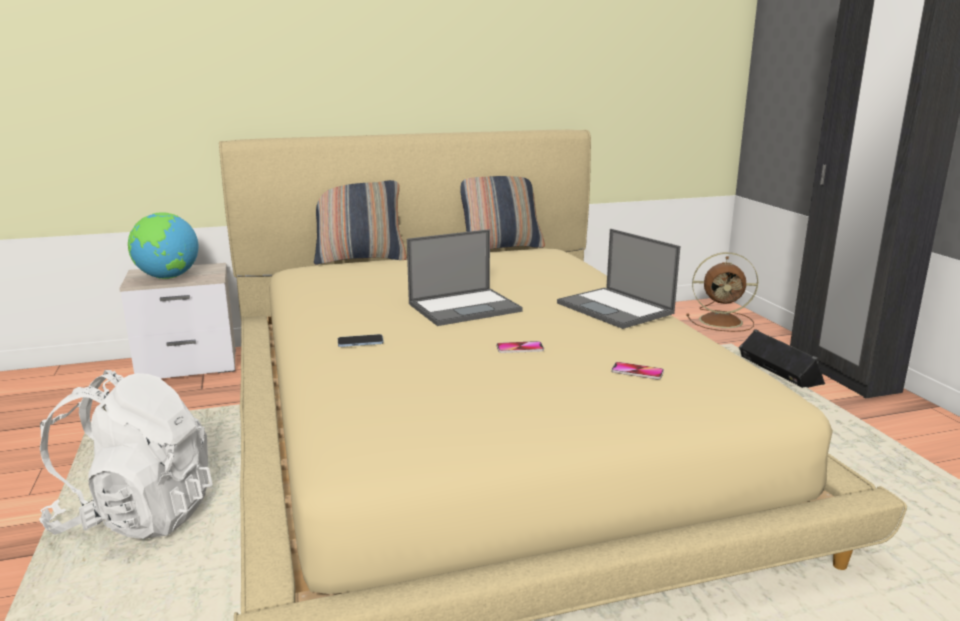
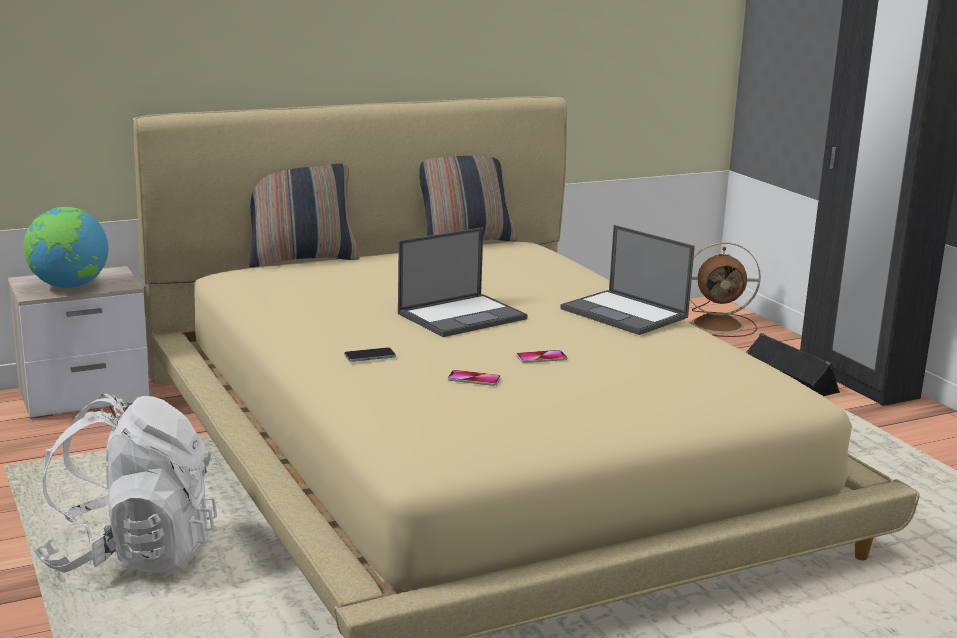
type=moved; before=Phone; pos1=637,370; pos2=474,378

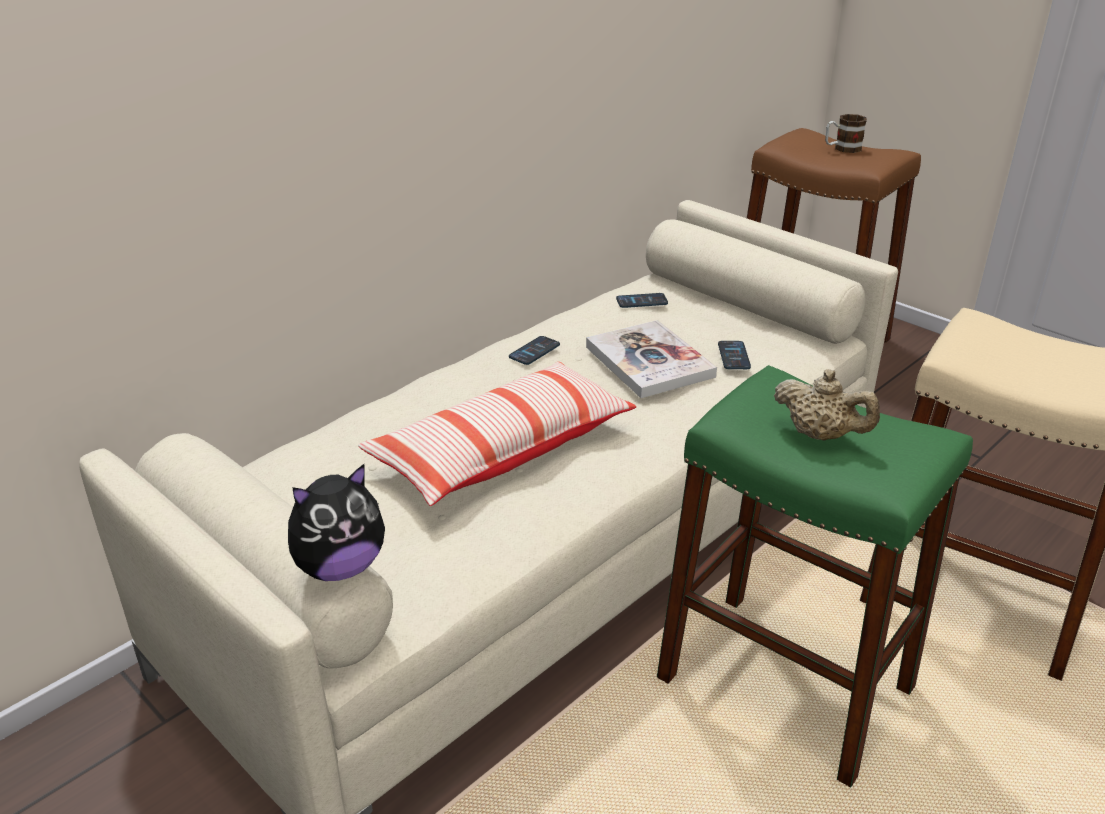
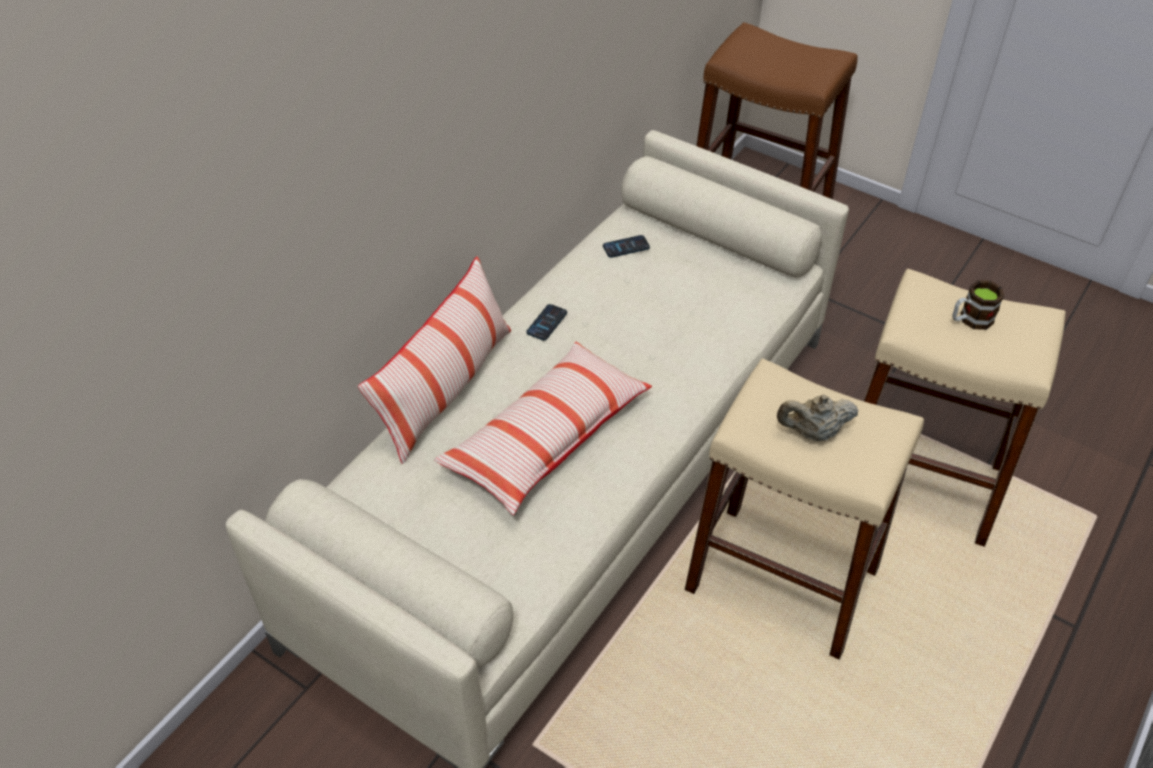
type=removed; before=PlushToy; pos1=336,522
type=removed; before=Book; pos1=651,359
type=recoloured; before=GreenStool; after=BeigeStool; pos1=815,576; pos2=804,509
type=removed; before=Phone; pos1=734,355
type=turned; before=BeigeTeapot; pos1=827,405; pos2=818,417; turn=150
type=moved; before=Mug; pos1=846,133; pos2=978,305
type=added; after=Pillow; pos2=434,360

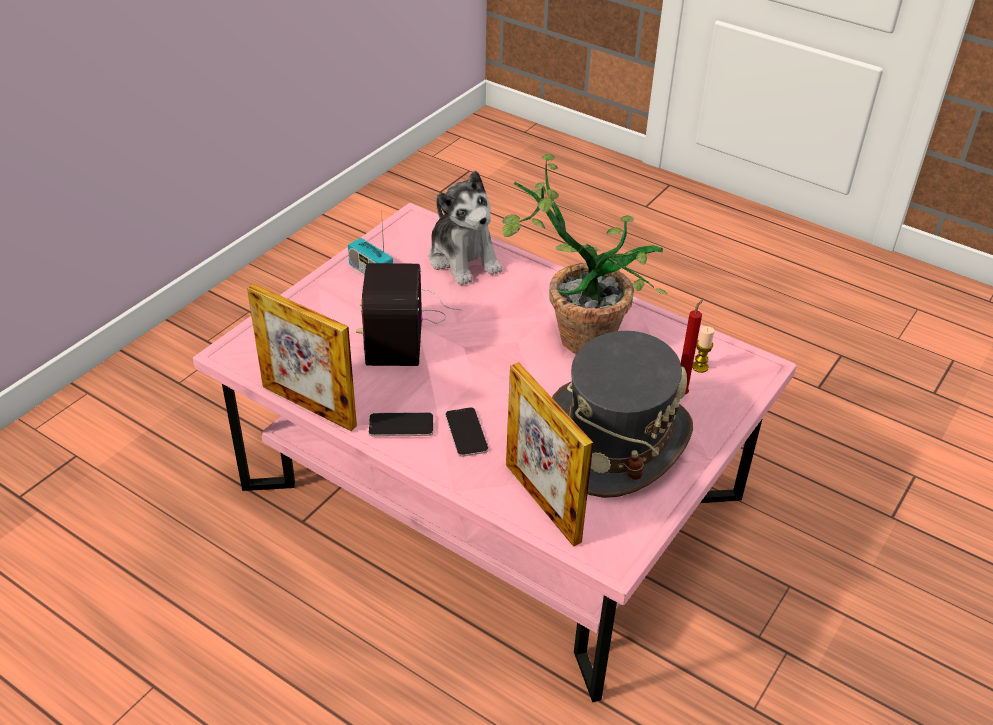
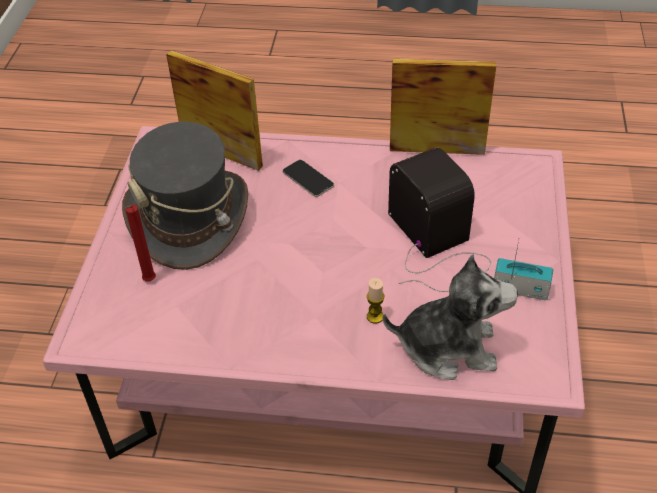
type=removed; before=Phone; pos1=400,424
type=turned; before=PlushToy; pos1=465,227; pos2=450,317; turn=150
type=removed; before=PottedPlant; pos1=584,254
type=moved; before=Candle; pos1=703,349; pos2=376,300

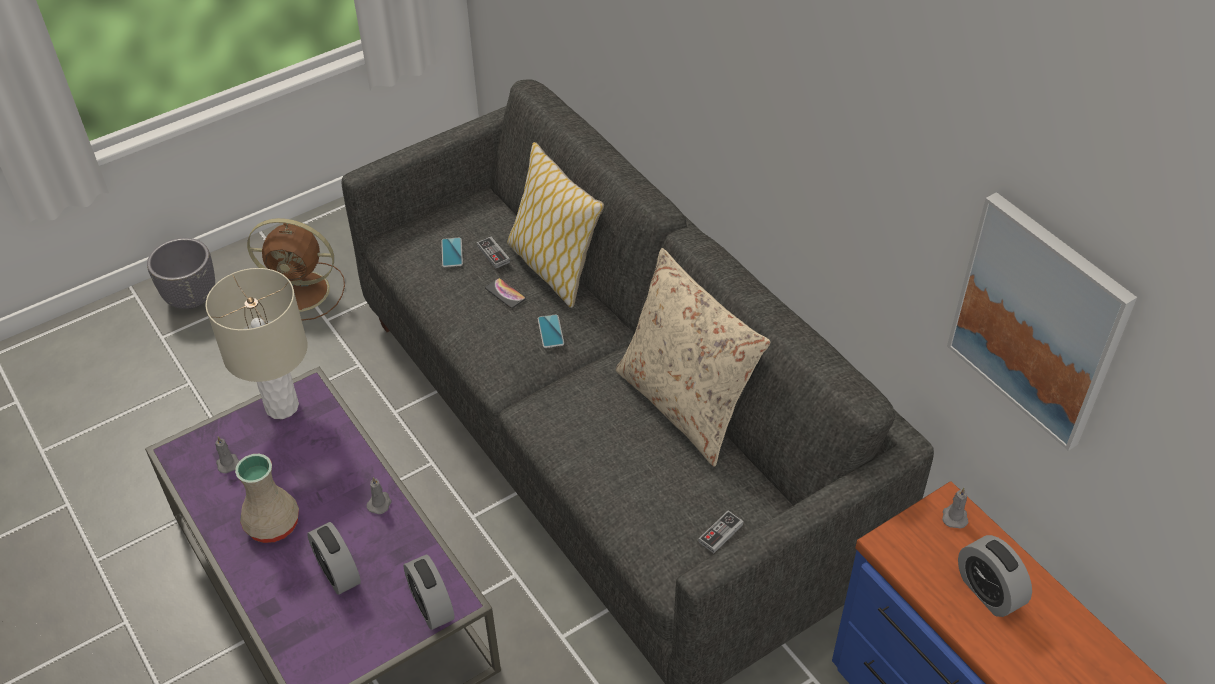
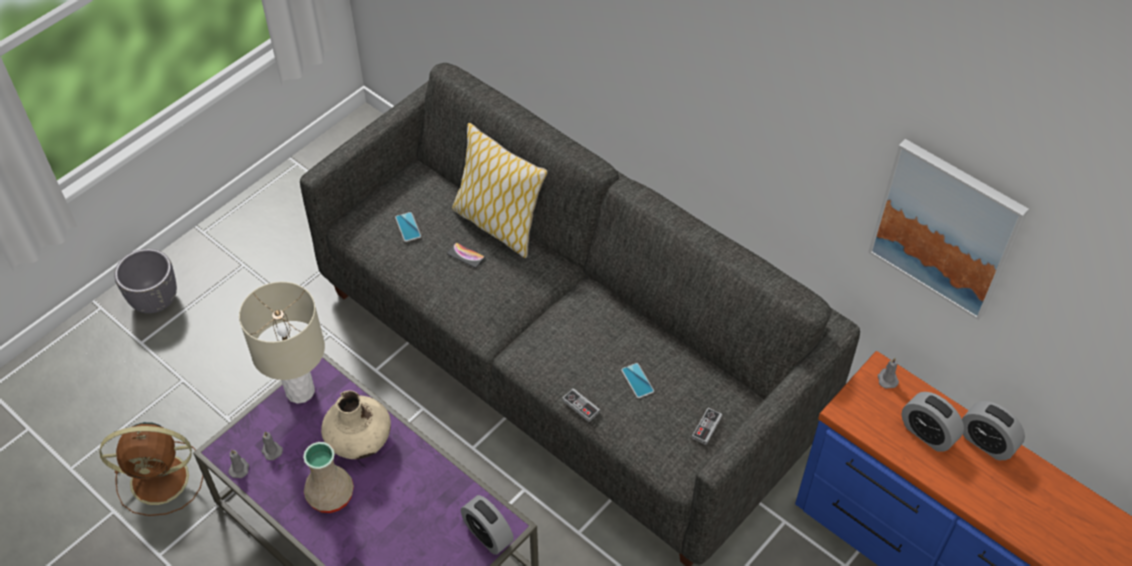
type=moved; before=BrownFan; pos1=296,269; pos2=151,469
type=moved; before=AlarmClock; pos1=334,558; pos2=993,430
type=moved; before=GreyCandle; pos1=379,495; pos2=238,464
type=moved; before=GameController; pos1=493,253; pos2=581,405
type=moved; before=Phone; pos1=551,331; pos2=637,380
type=removed; before=BeigePillow; pos1=693,357
type=added; after=BeigeVase; pos2=356,425

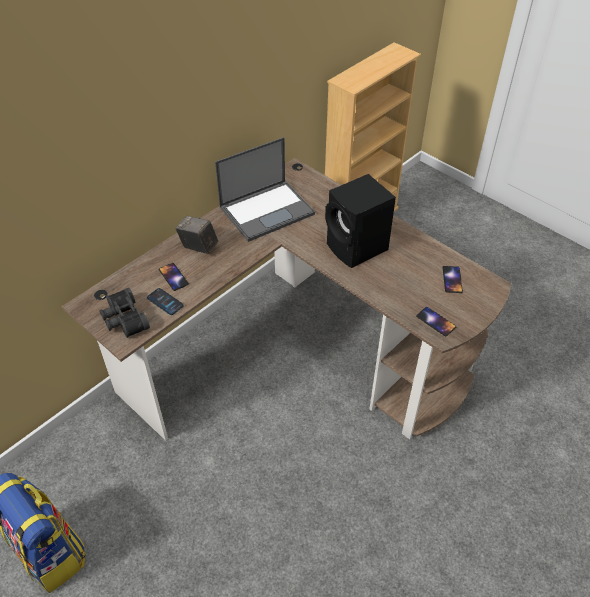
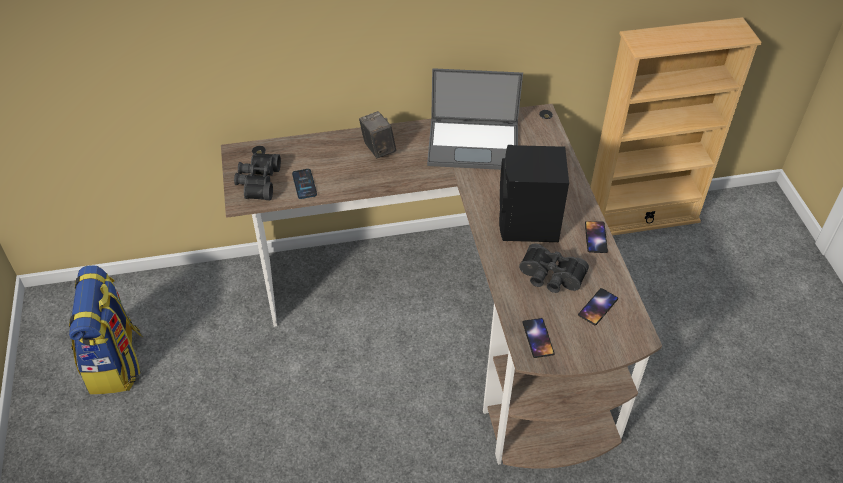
type=moved; before=Phone; pos1=174,277; pos2=596,237
type=added; after=BlackBinoculars; pos2=554,268

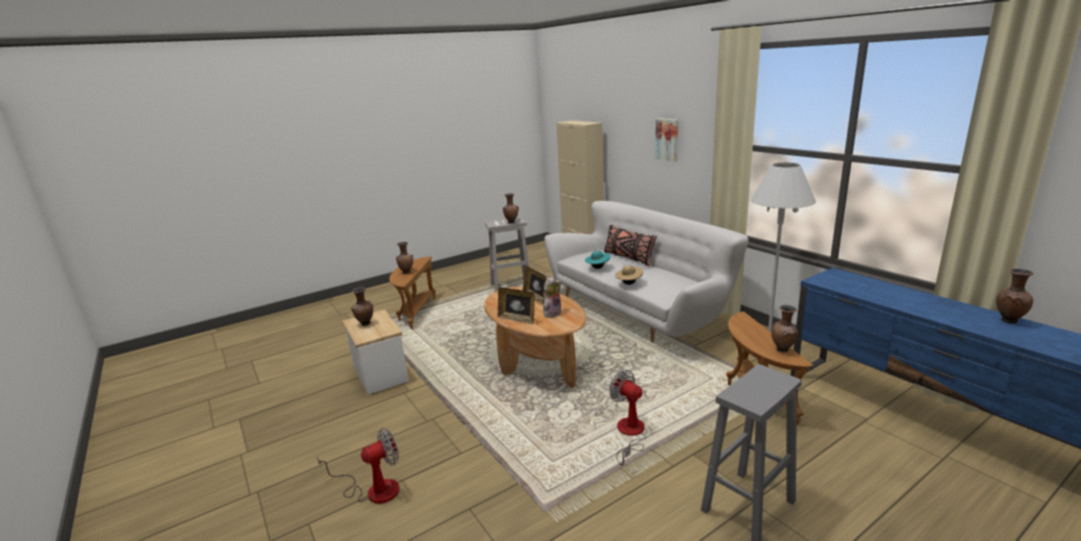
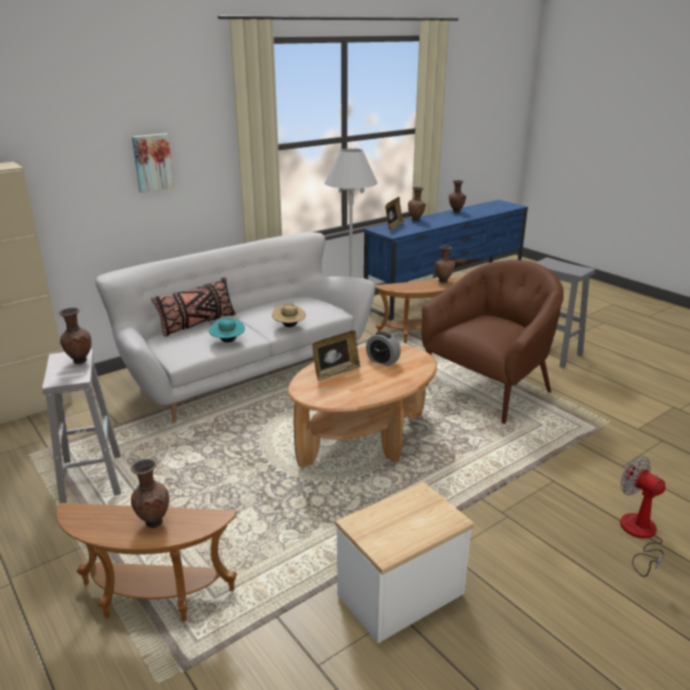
type=moved; before=BrownVase; pos1=362,306; pos2=417,204
type=moved; before=PictureFrame; pos1=516,306; pos2=394,214
type=replaced; before=PlushToy; after=AlarmClock; pos1=552,297; pos2=383,348
type=replaced; before=Fan; after=BrownArmchair; pos1=628,418; pos2=493,342

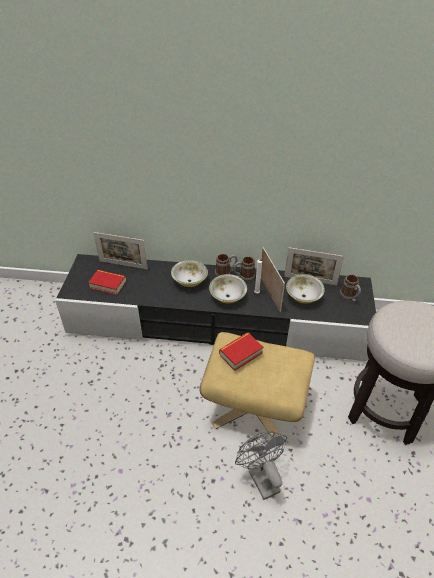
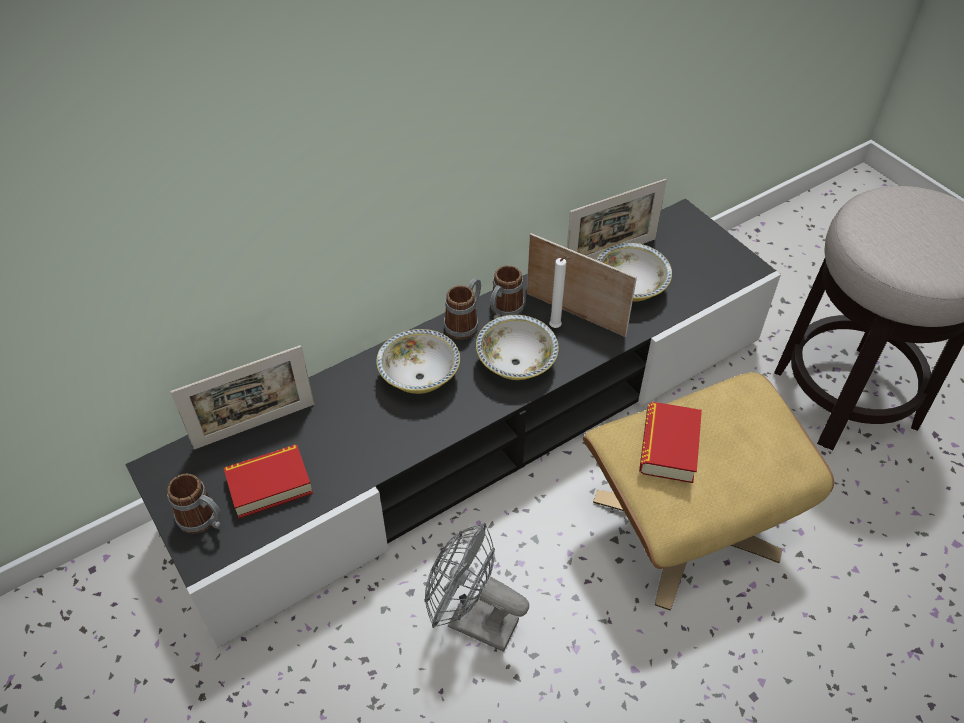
type=moved; before=GreyFan; pos1=261,465; pos2=476,587
type=moved; before=Mug; pos1=350,288; pos2=194,503

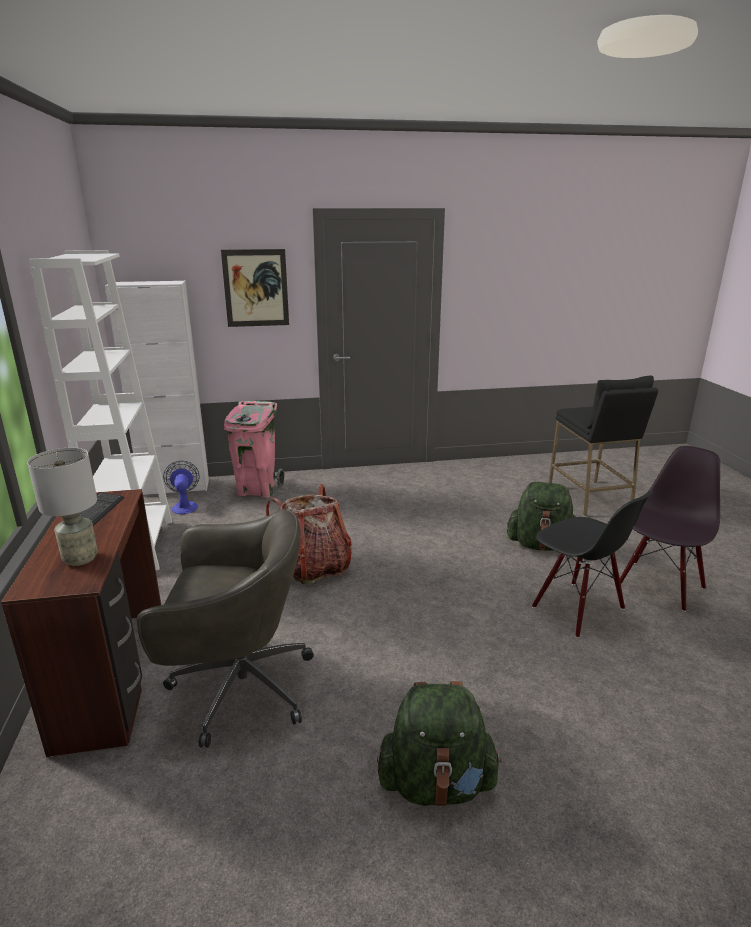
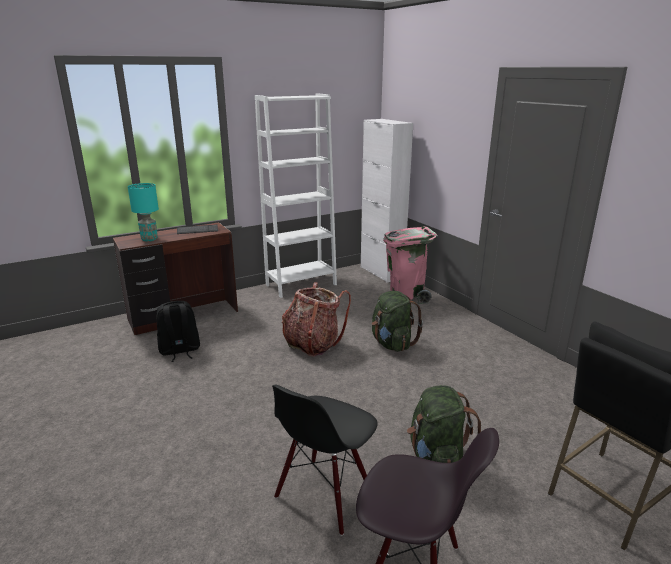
type=recoloured; before=GreyTableLamp; after=TurquoiseTableLamp; pos1=62,507; pos2=143,212
type=replaced; before=GreyOfficeChair; after=BlackBackpack; pos1=225,628; pos2=178,331
type=removed; before=Fan; pos1=181,487
type=removed; before=Picture; pos1=255,288
type=moved; before=GreenBackpack; pos1=439,744; pos2=397,321

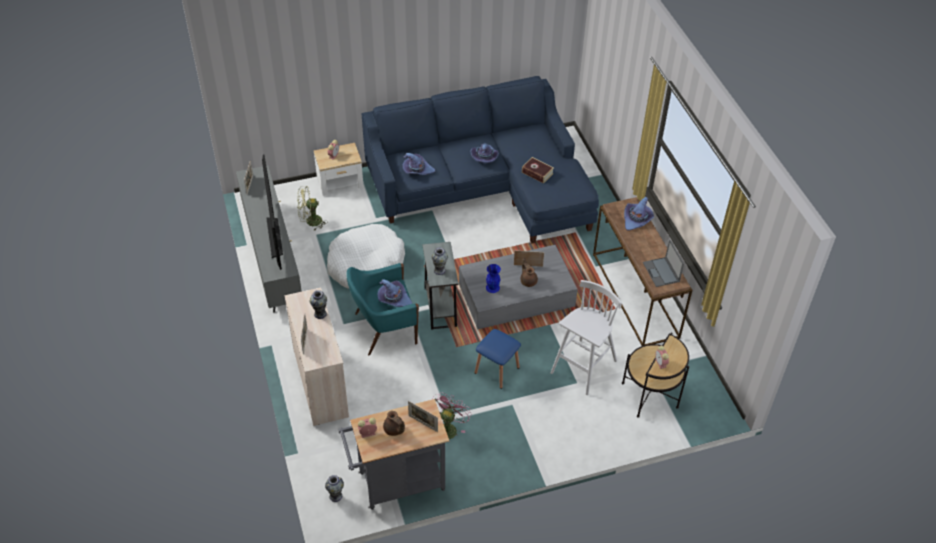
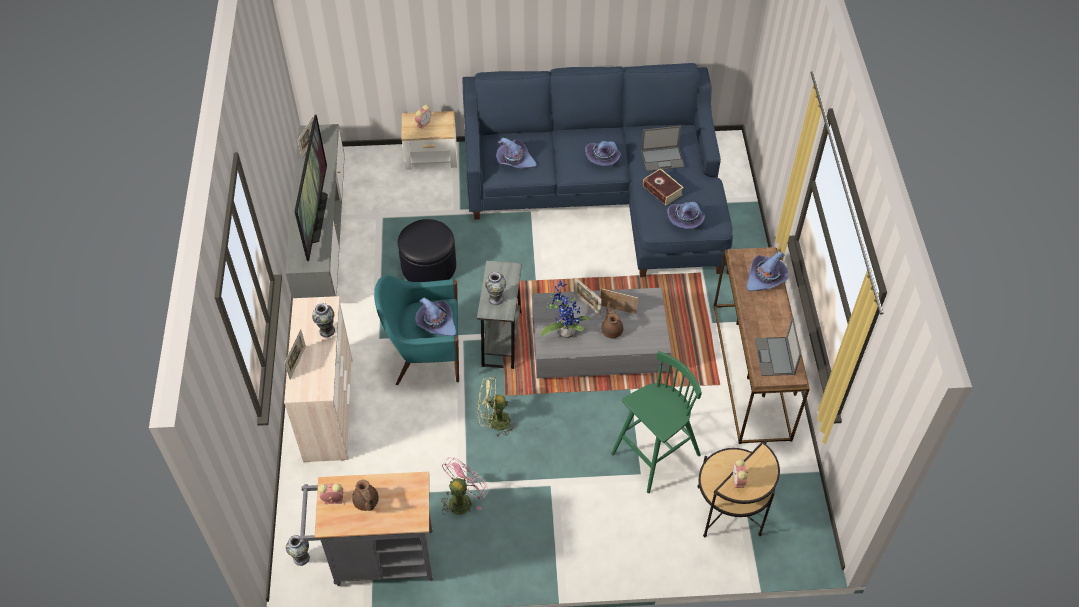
type=moved; before=GreenFan; pos1=312,208; pos2=497,407
type=replaced; before=WhiteDogBed; after=BlackOttoman; pos1=366,256; pos2=427,250
type=moved; before=PictureFrame; pos1=423,416; pos2=588,296
type=removed; before=BlueStool; pos1=497,359
type=replaced; before=BlueVase; after=PottedPlant; pos1=493,278; pos2=565,309
type=recoloured; before=WhiteStool; after=GreenStool; pos1=586,337; pos2=656,422
type=added; after=Laptop; pos2=663,148
type=added; after=PurpleHat; pos2=686,215

